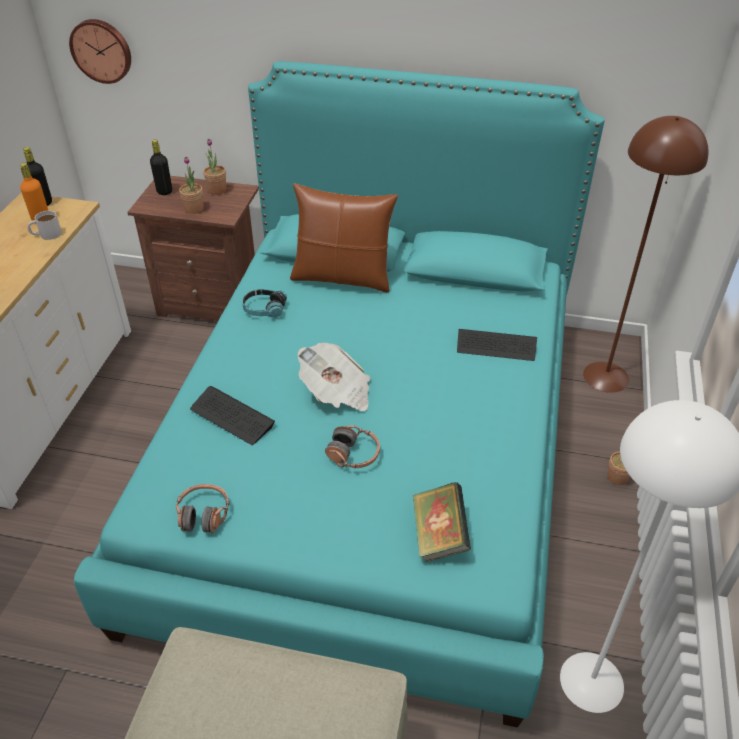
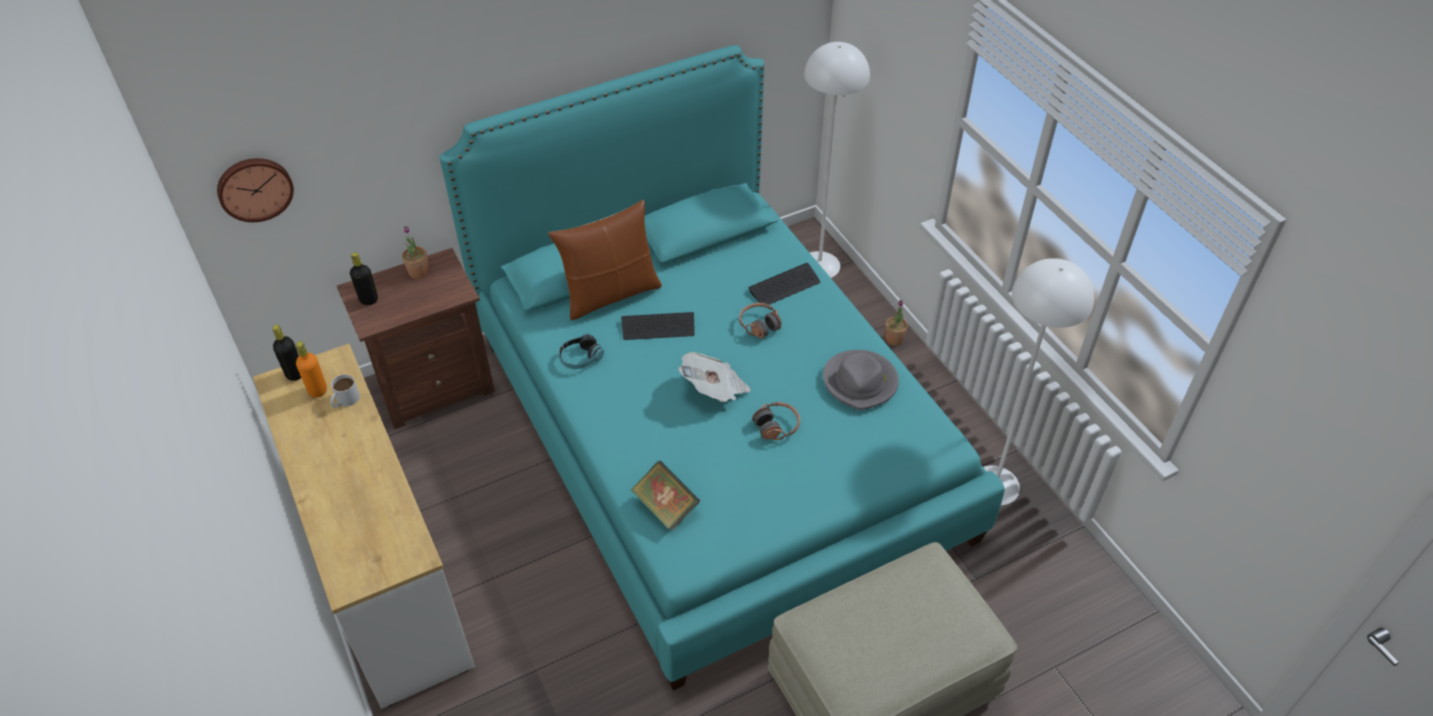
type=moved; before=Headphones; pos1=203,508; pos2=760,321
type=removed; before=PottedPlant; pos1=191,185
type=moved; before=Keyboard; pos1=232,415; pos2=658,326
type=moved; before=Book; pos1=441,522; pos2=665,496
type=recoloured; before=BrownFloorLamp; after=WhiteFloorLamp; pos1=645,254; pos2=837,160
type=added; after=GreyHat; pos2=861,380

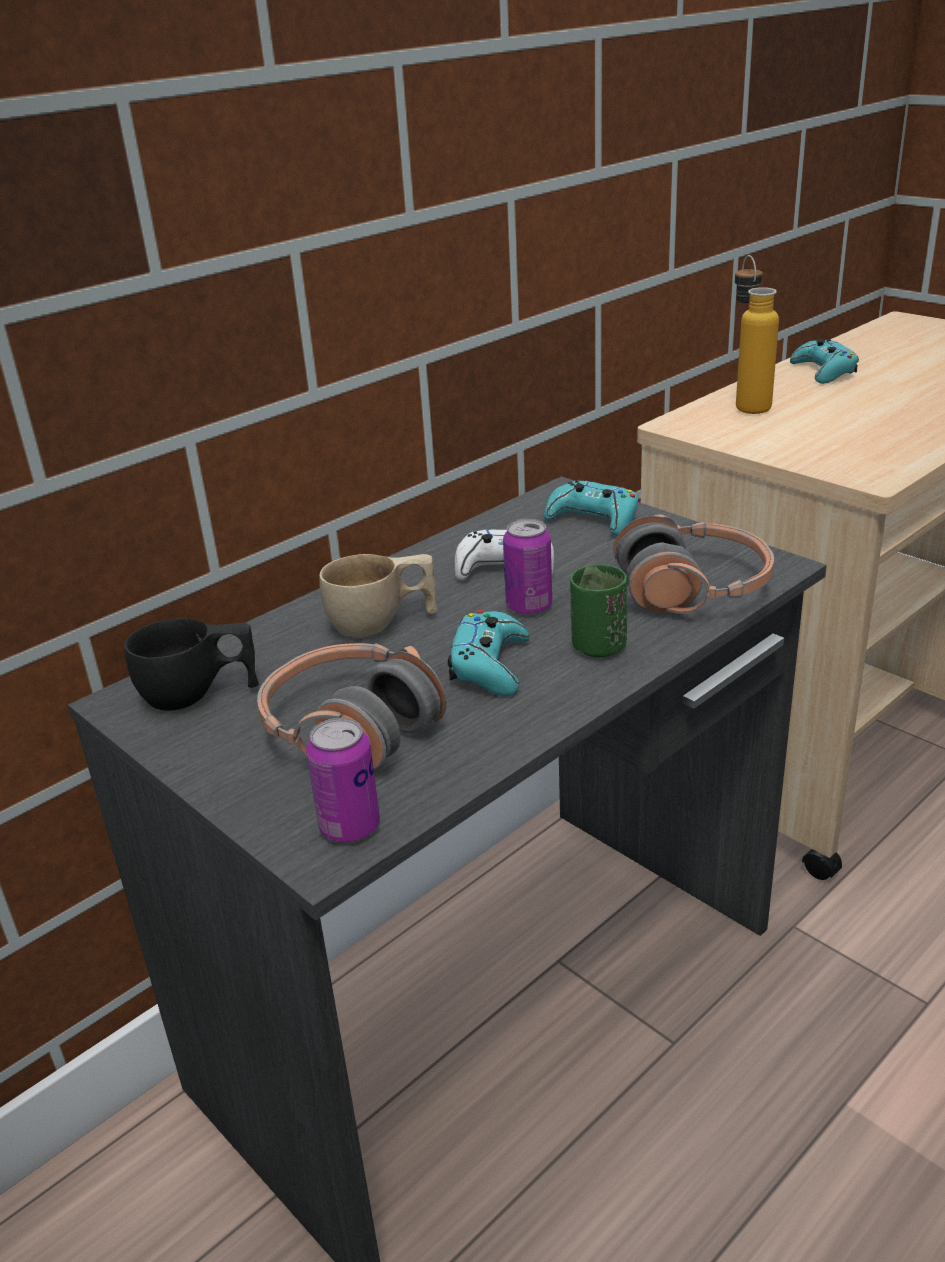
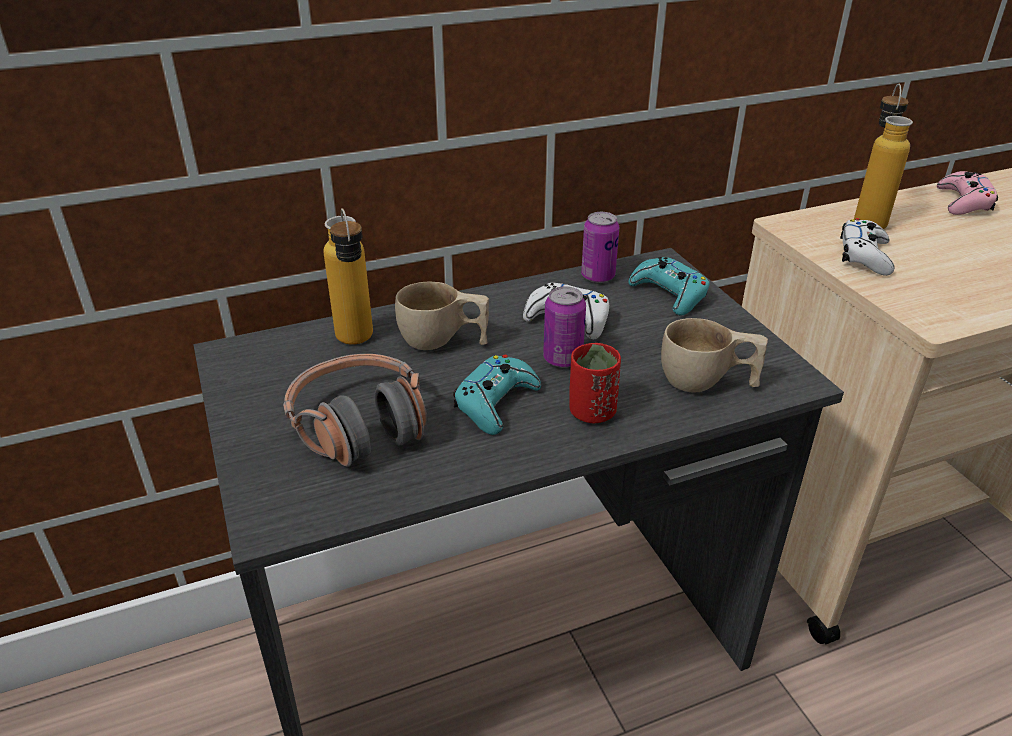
type=removed; before=BlackCup; pos1=191,664
type=moved; before=Can; pos1=343,780; pos2=600,247
type=recoloured; before=GreenCup; after=RedCup; pos1=598,610; pos2=595,383
type=replaced; before=Headphones; after=BeigeCup; pos1=693,564; pos2=714,355
type=recoloured; before=TurquoiseGameController; after=PinkGameController; pos1=824,361; pos2=967,193
type=added; after=Bottle; pos2=348,276
type=added; after=WhiteGameController; pos2=867,247

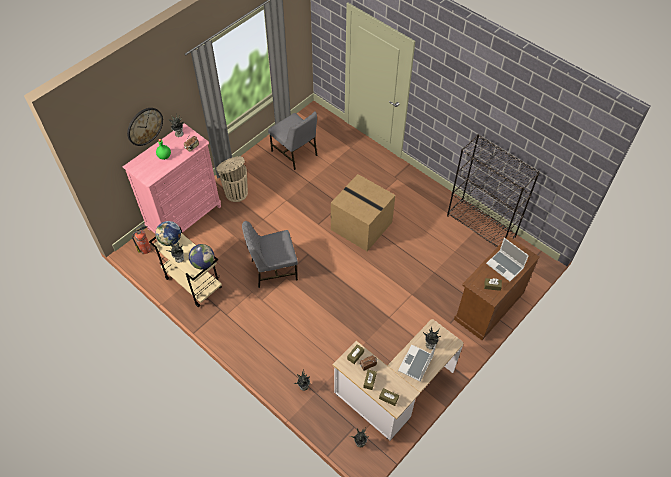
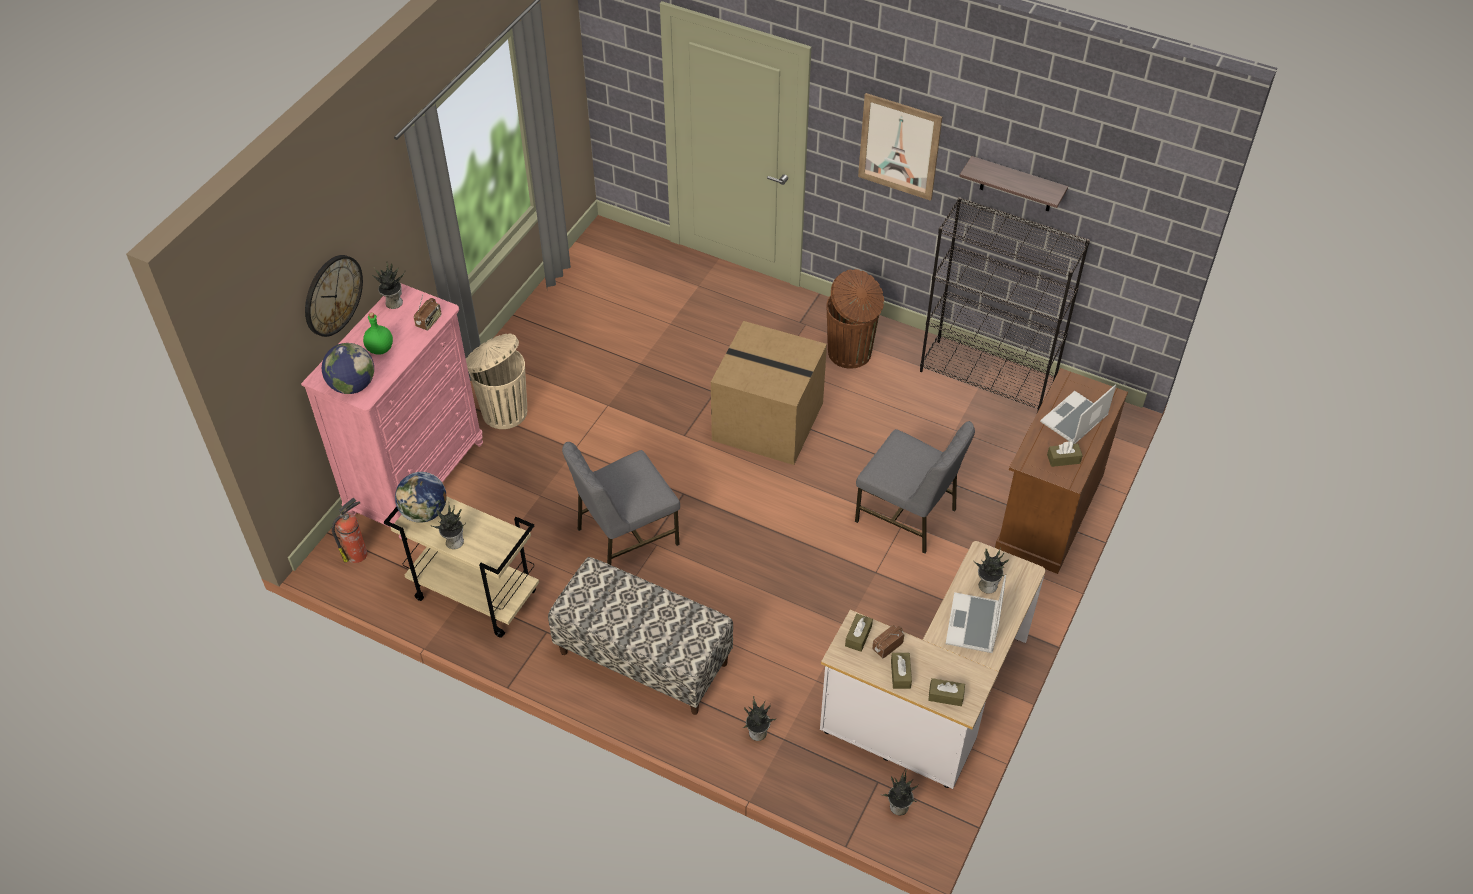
type=moved; before=Globe; pos1=201,256; pos2=348,368
type=moved; before=GreyChair; pos1=292,140; pos2=915,487
type=turned; before=Laptop; pos1=507,259; pos2=1078,414; turn=105
type=added; after=Bench; pos2=640,636
type=added; after=BrownTrashCan; pos2=855,319
type=added; after=Picture; pos2=900,147
type=added; after=Shelf; pos2=1013,184

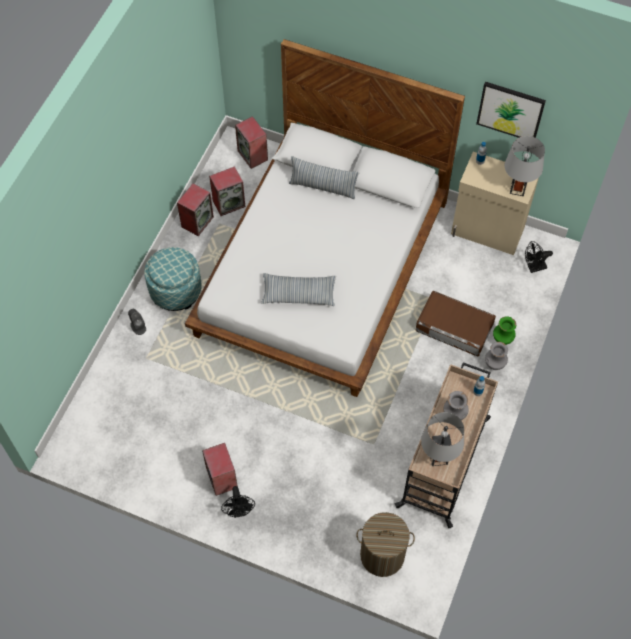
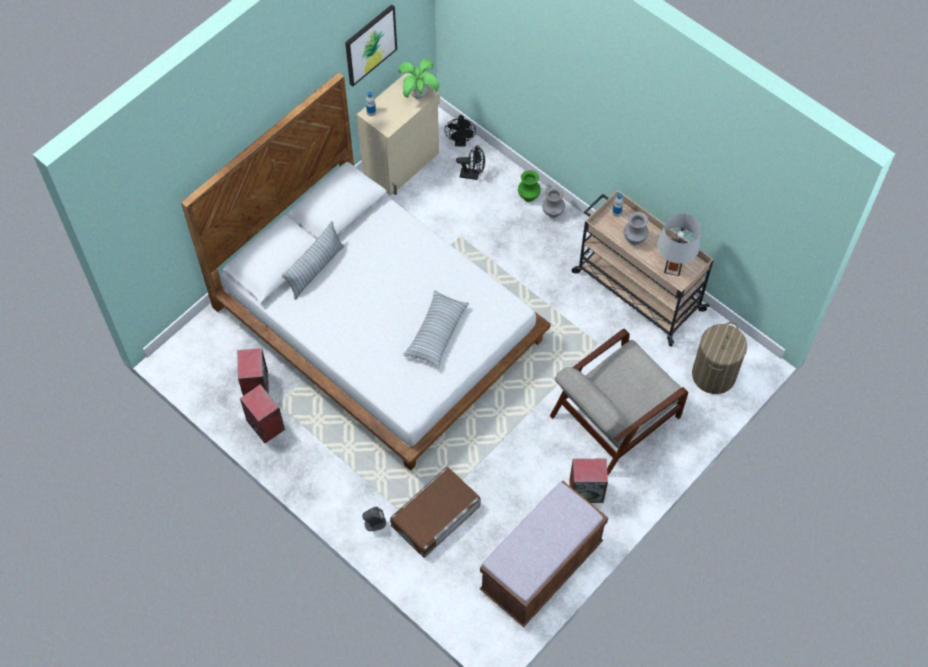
type=removed; before=Ottoman; pos1=173,279
type=moved; before=BlackFan; pos1=238,502; pos2=470,162
type=removed; before=Speaker; pos1=251,142
type=moved; before=BrownStorageBox; pos1=456,324; pos2=435,512
type=replaced; before=GreyTableLamp; after=PottedPlant; pos1=524,166; pos2=418,79
type=added; after=BrownBench; pos2=544,554
type=added; after=GreyArmchair; pos2=619,402

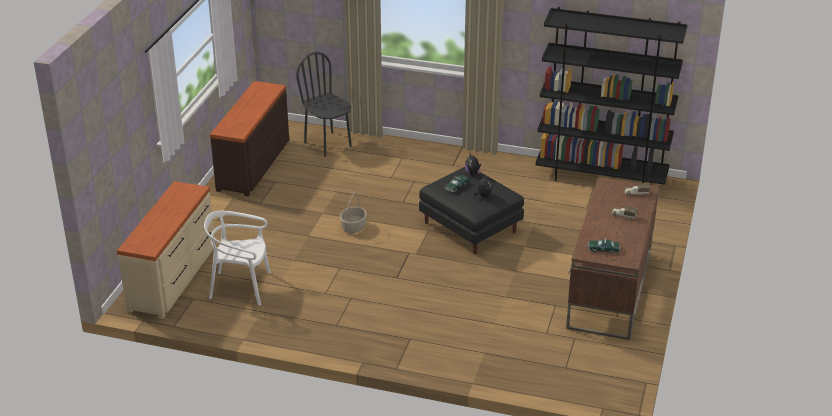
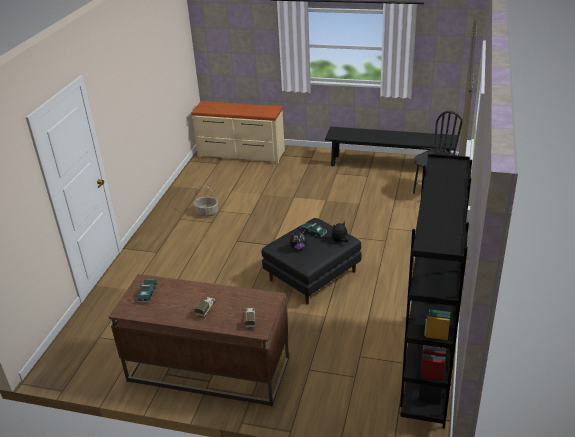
type=removed; before=WhiteChair; pos1=237,258
type=replaced; before=BrownDresser; after=BlackBench; pos1=249,139; pos2=391,147
type=moved; before=Basket; pos1=353,212; pos2=206,201

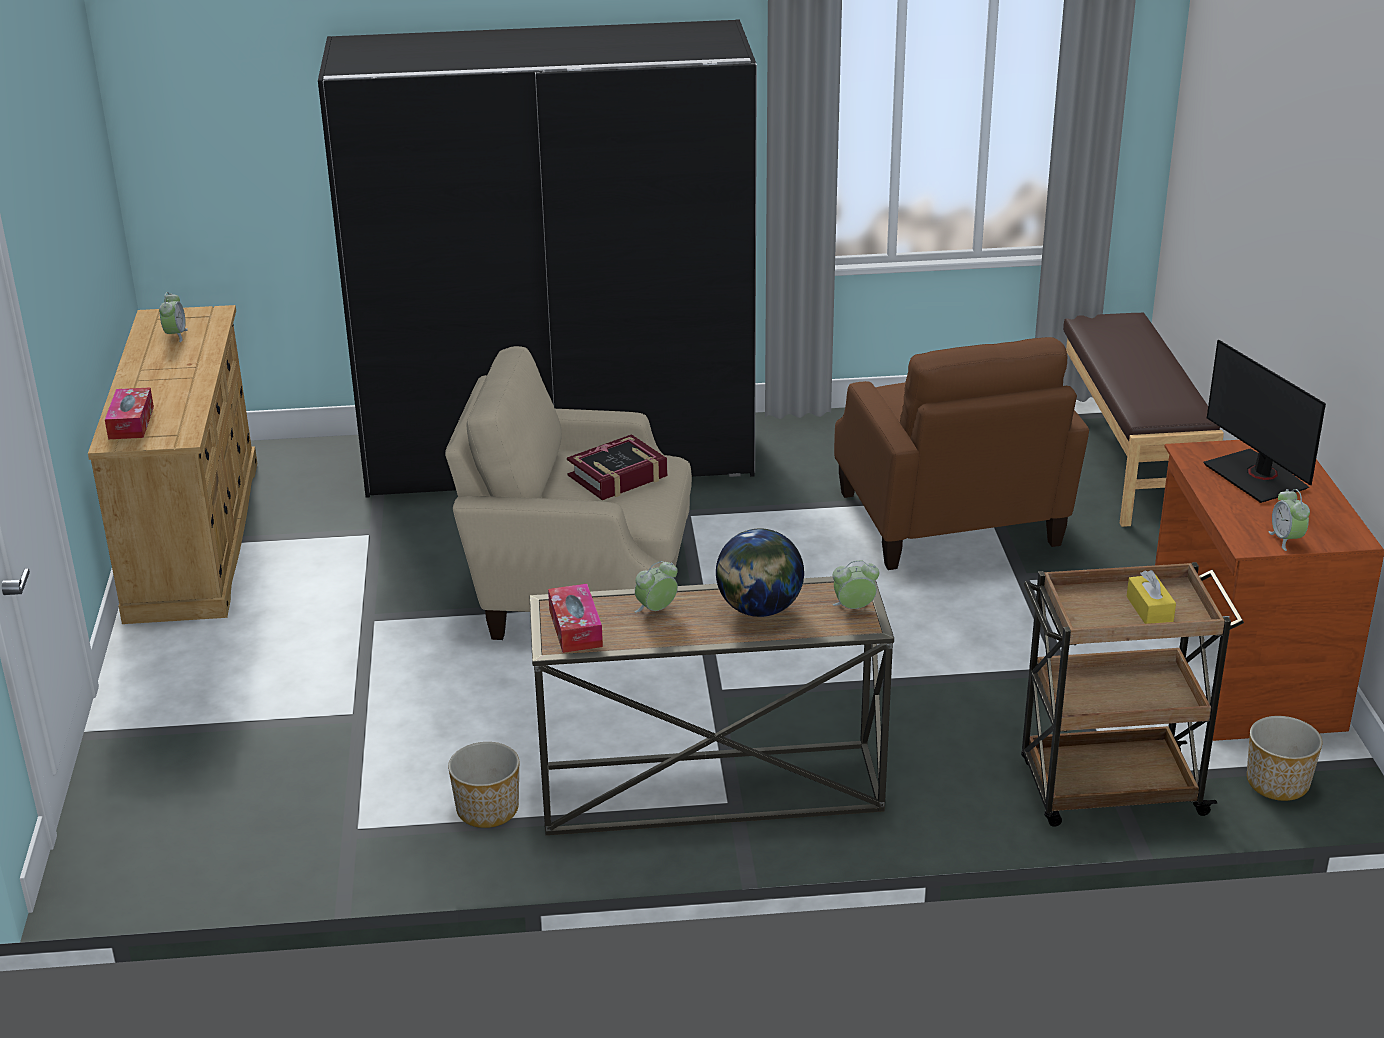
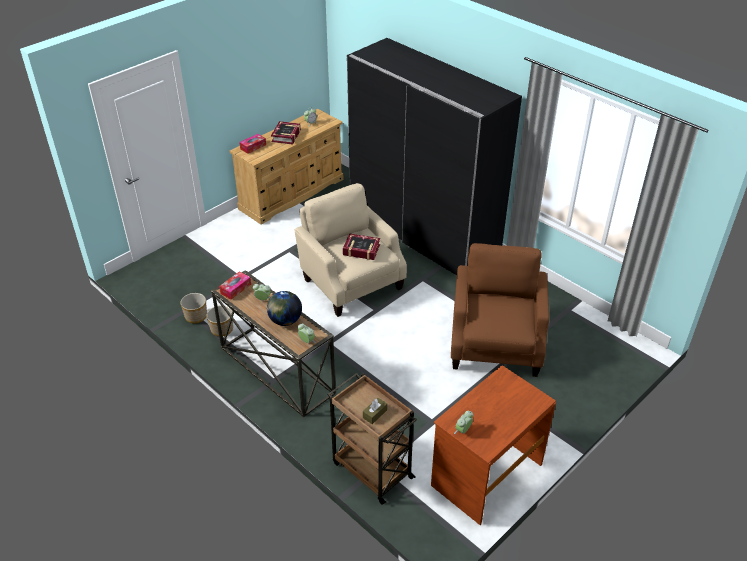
type=turned; before=BrownArmchair; pos1=961,453; pos2=500,310; turn=150
type=removed; before=BrownBench; pos1=1143,420
type=recoloured; before=YellowTissueBox; after=BrownTissueBox; pos1=1151,597; pos2=375,411
type=removed; before=Monitor; pos1=1264,421
type=moved; before=Planter; pos1=1285,758; pos2=193,308
type=added; after=Book; pos2=286,132

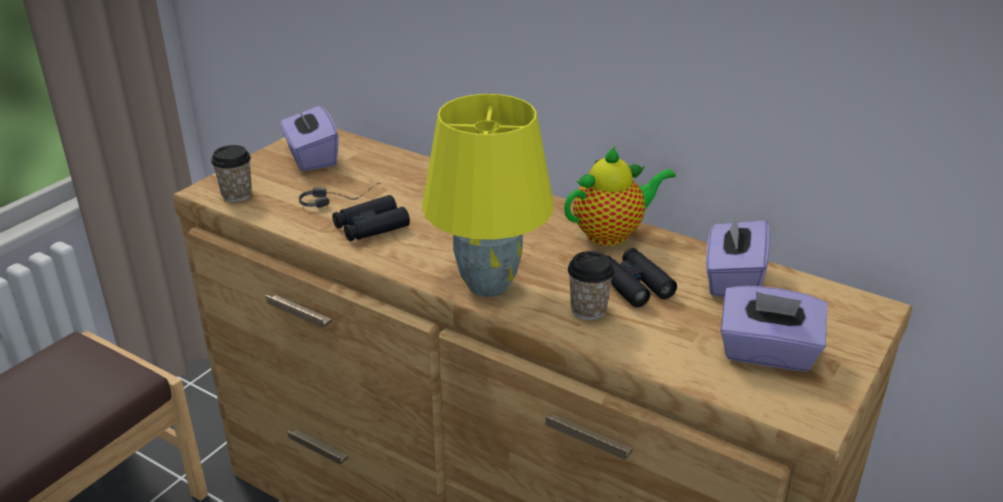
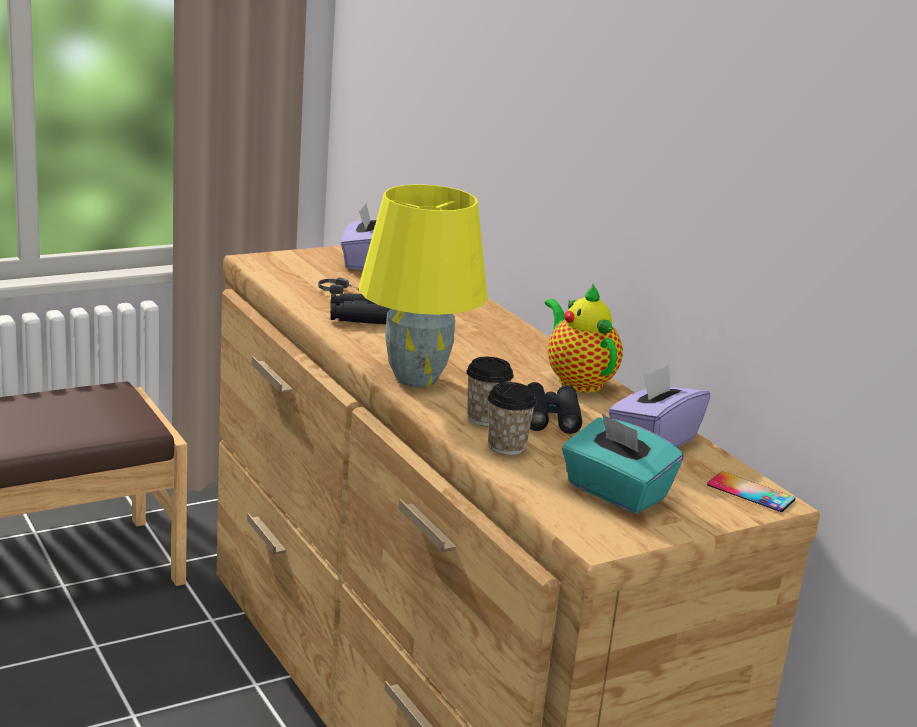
type=moved; before=Cup; pos1=231,173; pos2=512,418
type=turned; before=Teapot; pos1=620,196; pos2=584,338; turn=-120
type=recoloured; before=PurpleTissueBox; after=TurquoiseTissueBox; pos1=774,329; pos2=622,463
type=added; after=Phone; pos2=751,491

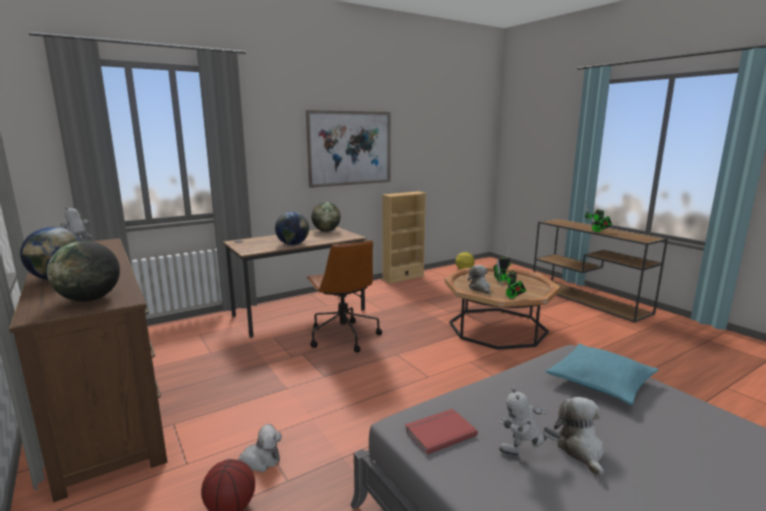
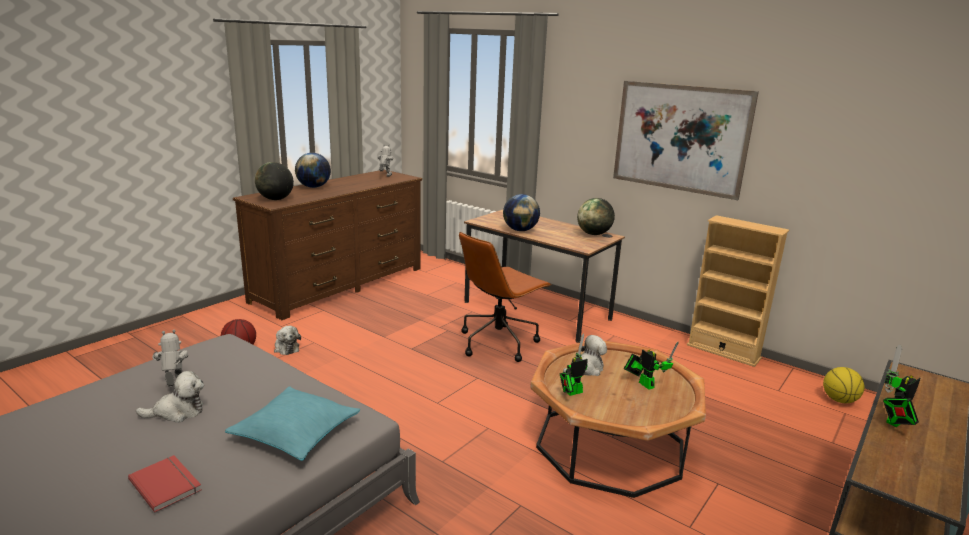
type=moved; before=RedBook; pos1=441,432; pos2=165,483

